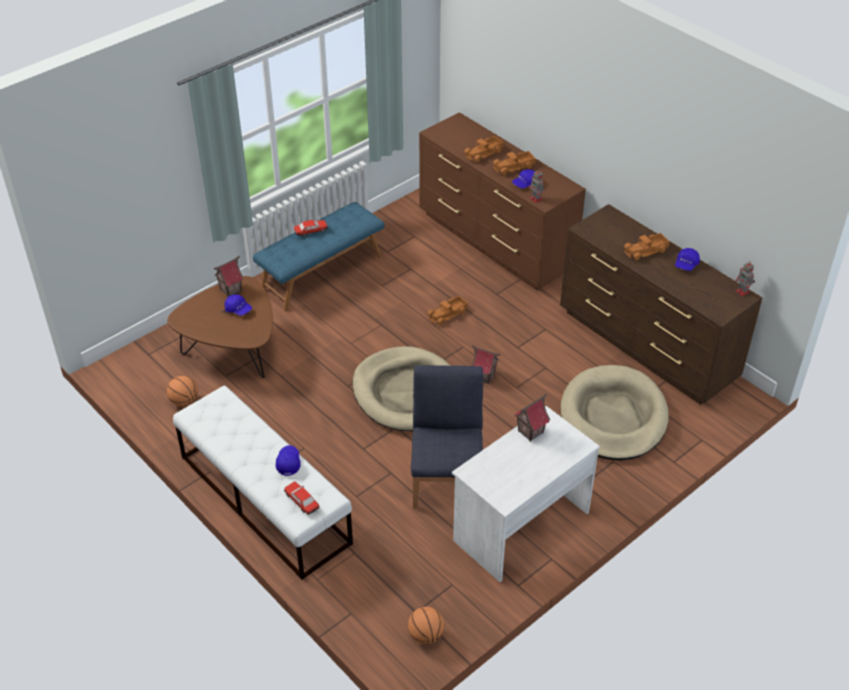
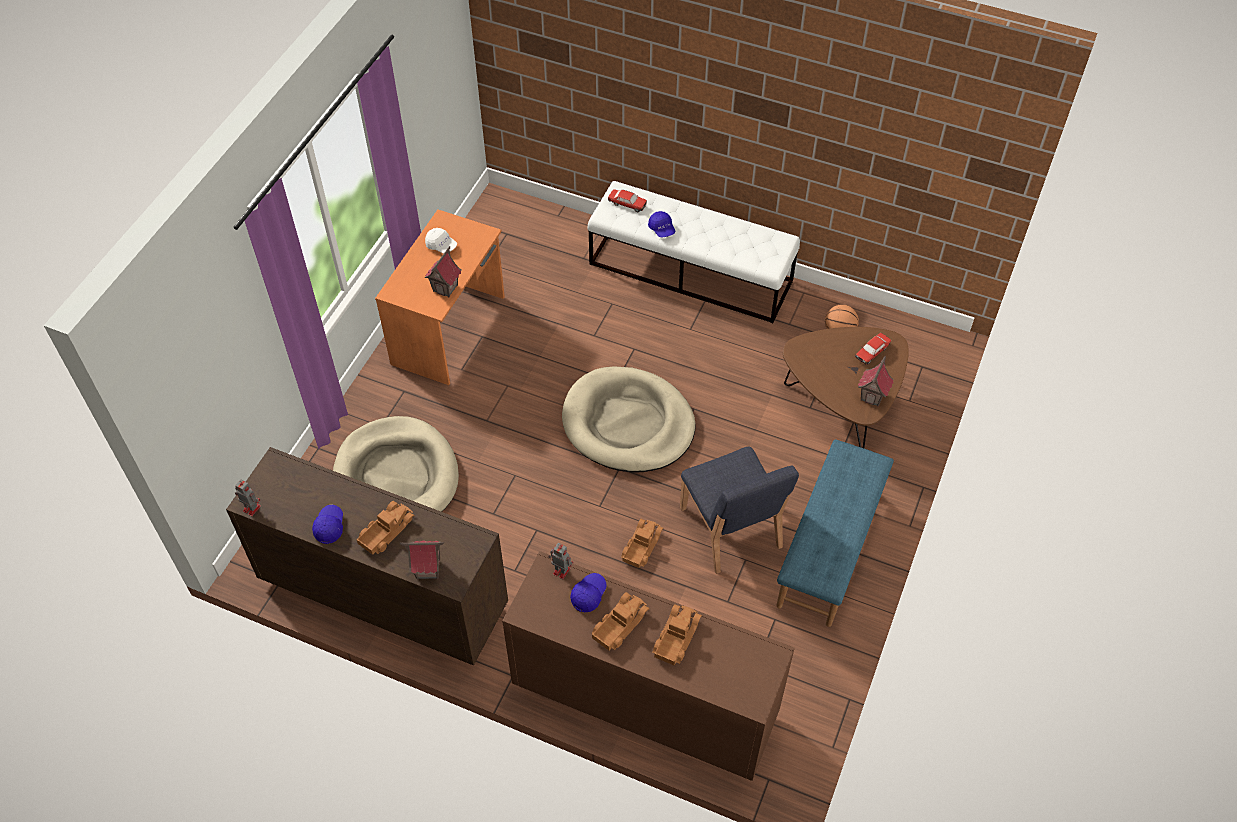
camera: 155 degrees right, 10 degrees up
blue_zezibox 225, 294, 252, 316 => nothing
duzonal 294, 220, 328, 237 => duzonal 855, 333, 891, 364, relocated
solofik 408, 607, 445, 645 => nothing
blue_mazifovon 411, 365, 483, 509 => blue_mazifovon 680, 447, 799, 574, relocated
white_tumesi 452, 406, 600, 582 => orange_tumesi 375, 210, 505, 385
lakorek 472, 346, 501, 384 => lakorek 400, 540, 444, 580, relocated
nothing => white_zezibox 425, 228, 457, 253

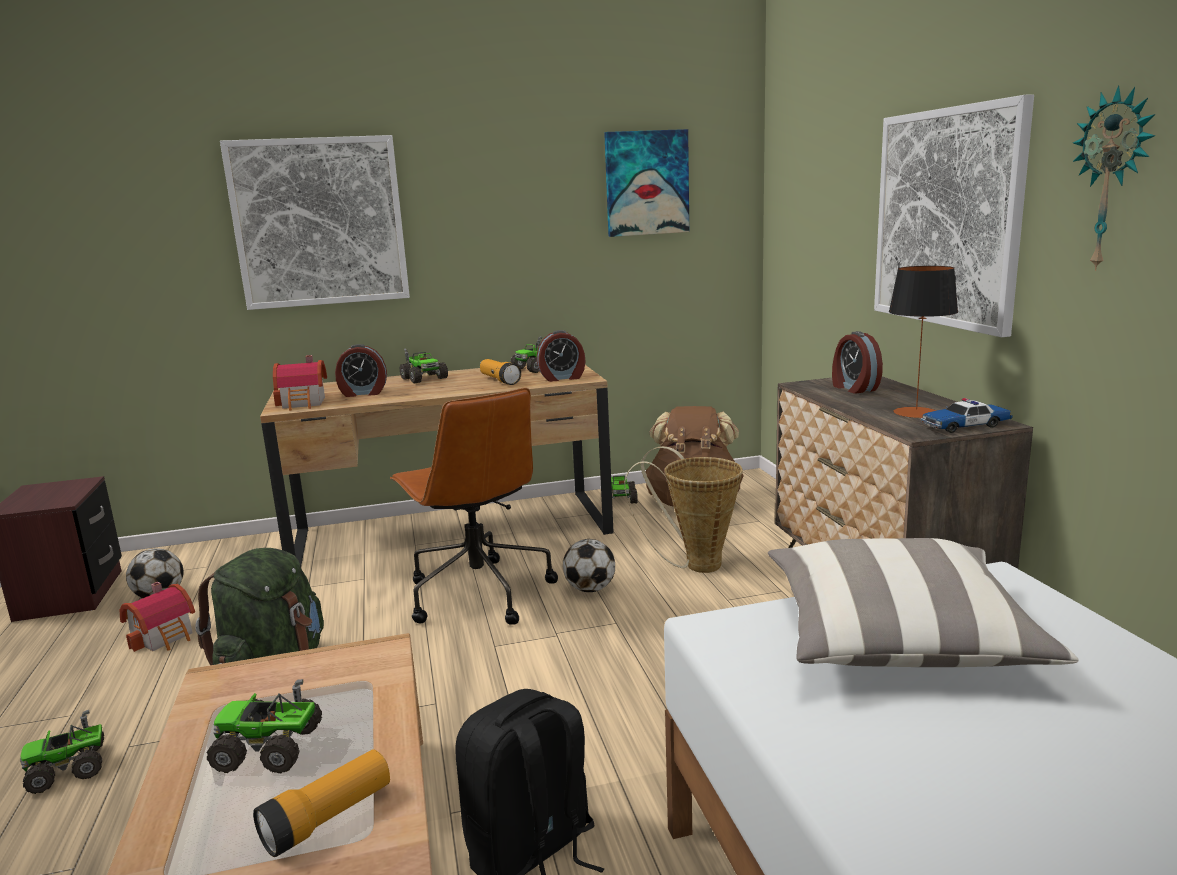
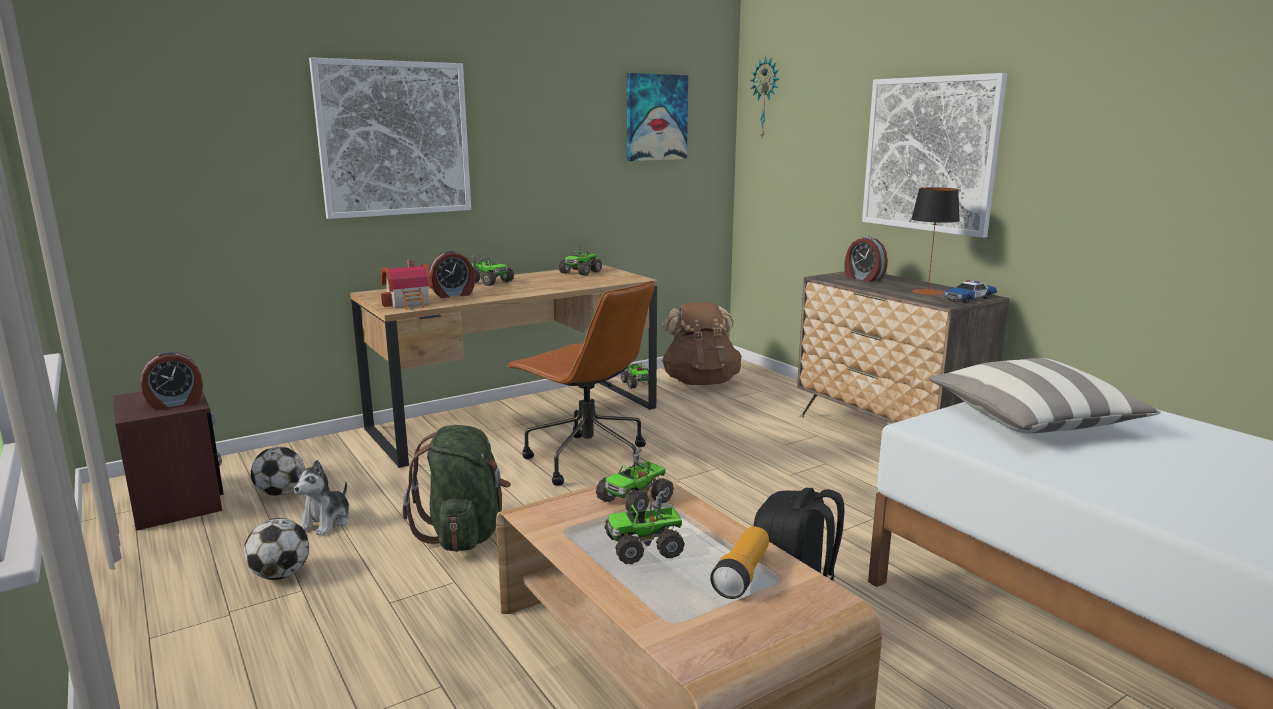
camera: 20 degrees left, 0 degrees up
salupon 20, 710, 104, 794 => salupon 596, 448, 674, 512, relocated
lakorek 120, 582, 195, 652 => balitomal 294, 460, 351, 536
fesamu 480, 359, 521, 385 => nothing
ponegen 537, 330, 586, 382 => ponegen 140, 351, 203, 411, relocated
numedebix 563, 539, 615, 592 => numedebix 244, 518, 309, 580, relocated
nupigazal 624, 446, 743, 573 => nothing
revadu 1073, 85, 1156, 271 => revadu 750, 56, 780, 137, relocated

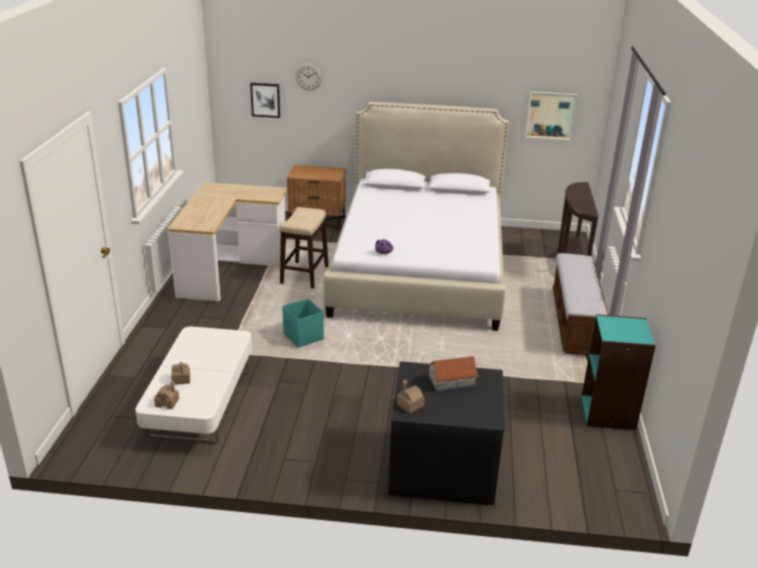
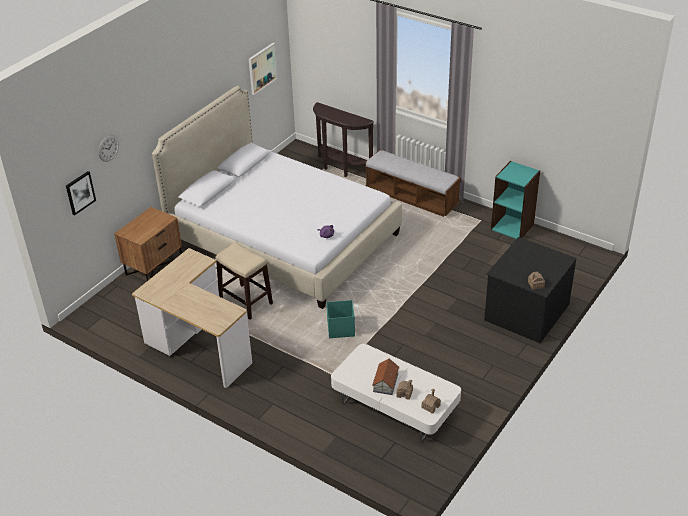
camera: 60 degrees left, 10 degrees up
lakorek 428, 356, 478, 392 => lakorek 372, 358, 399, 395, relocated

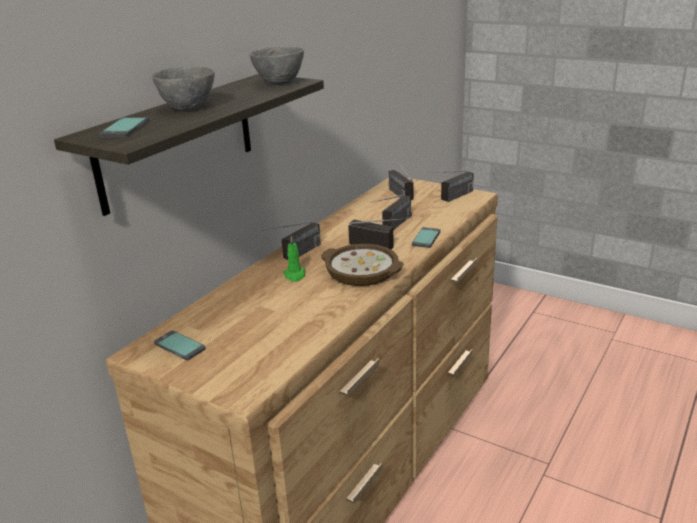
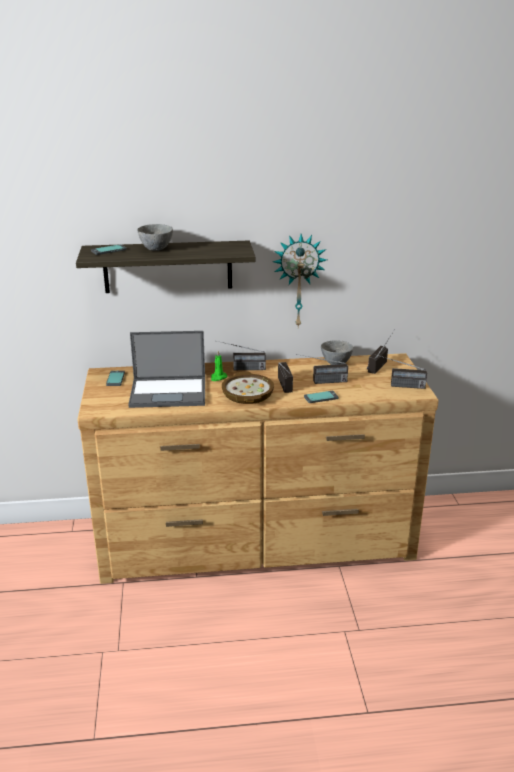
camera: 50 degrees right, 0 degrees up
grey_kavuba 249, 46, 304, 85 => grey_kavuba 321, 340, 353, 365, relocated
nothing => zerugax 128, 331, 205, 408
nothing => revadu 273, 234, 327, 327

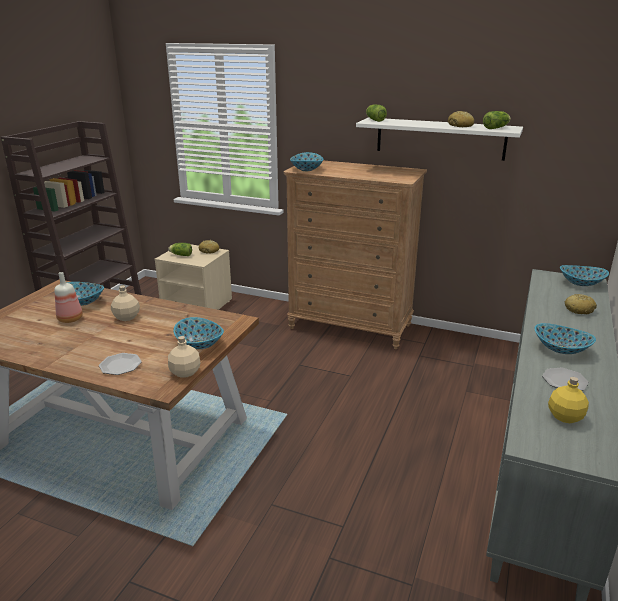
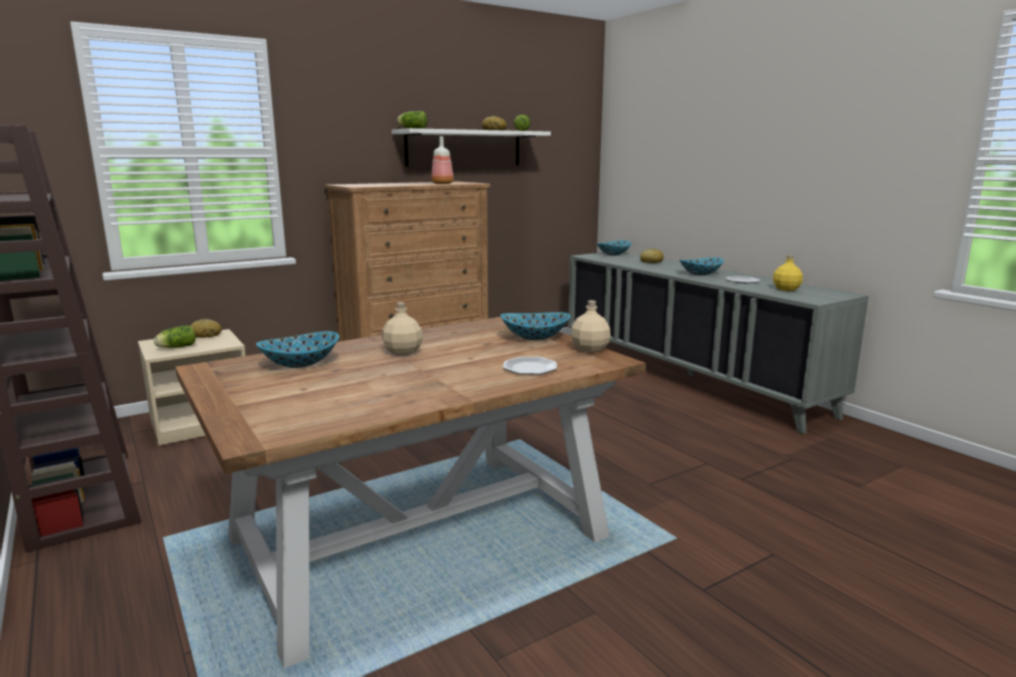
camera: 55 degrees left, 10 degrees down
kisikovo 54, 272, 83, 323 => kisikovo 431, 136, 454, 184, relocated
kavuba 290, 152, 324, 171 => nothing

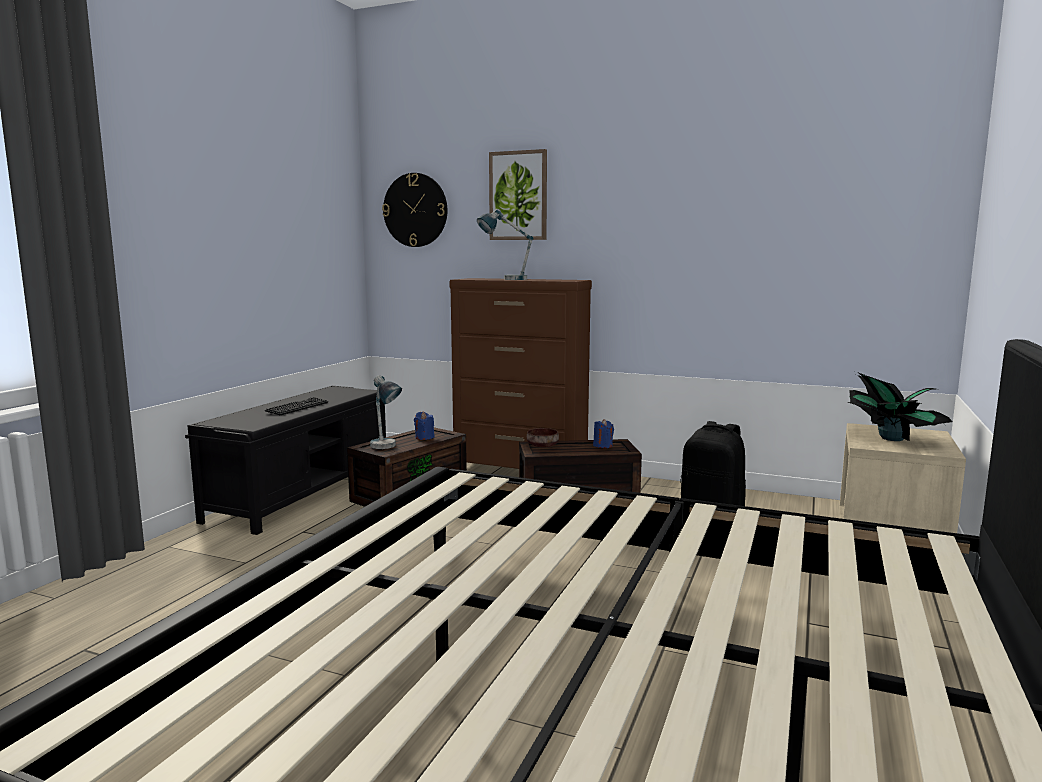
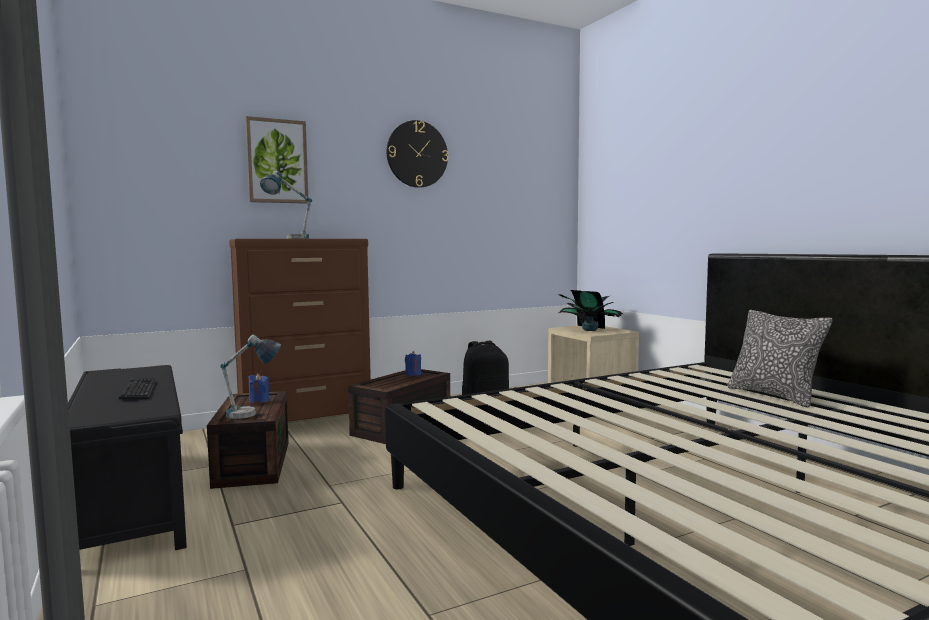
camera: 50 degrees left, 5 degrees down
revadu 382, 173, 447, 247 => revadu 387, 120, 448, 188, relocated
brown_kavuba 527, 428, 559, 447 => nothing
nothing => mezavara 727, 310, 832, 407

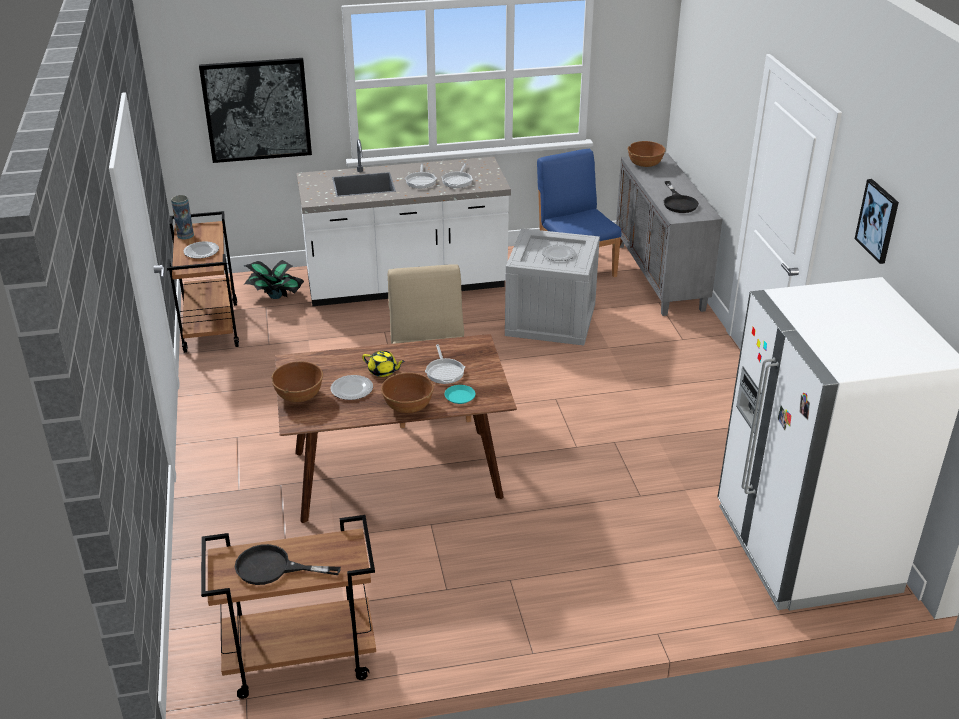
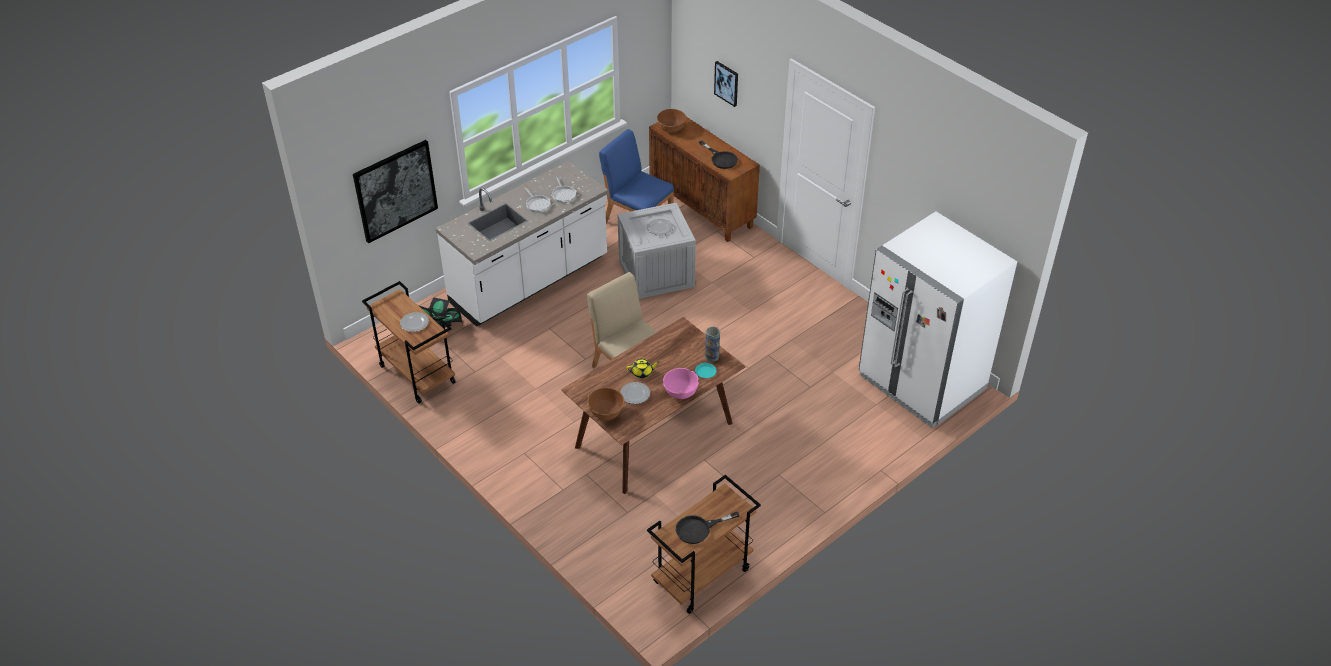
camera: 30 degrees left, 10 degrees up
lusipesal 171, 195, 194, 239 => lusipesal 705, 327, 720, 362, relocated
brown_kavuba 381, 373, 434, 413 => pink_kavuba 663, 368, 699, 399
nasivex 425, 344, 465, 384 => nothing
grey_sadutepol 616, 153, 722, 316 => brown_sadutepol 649, 117, 760, 242
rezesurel 855, 179, 899, 264 => rezesurel 714, 61, 738, 107, relocated

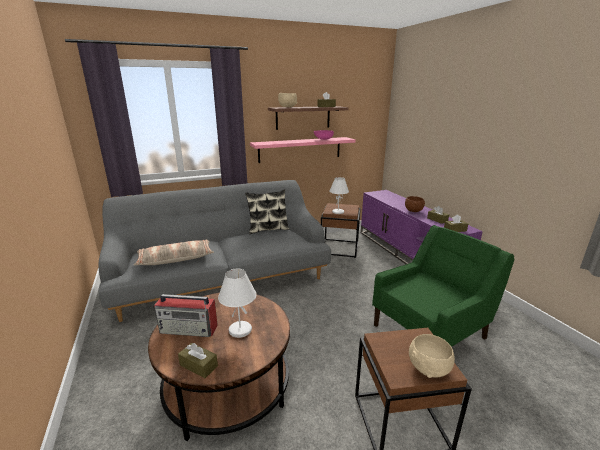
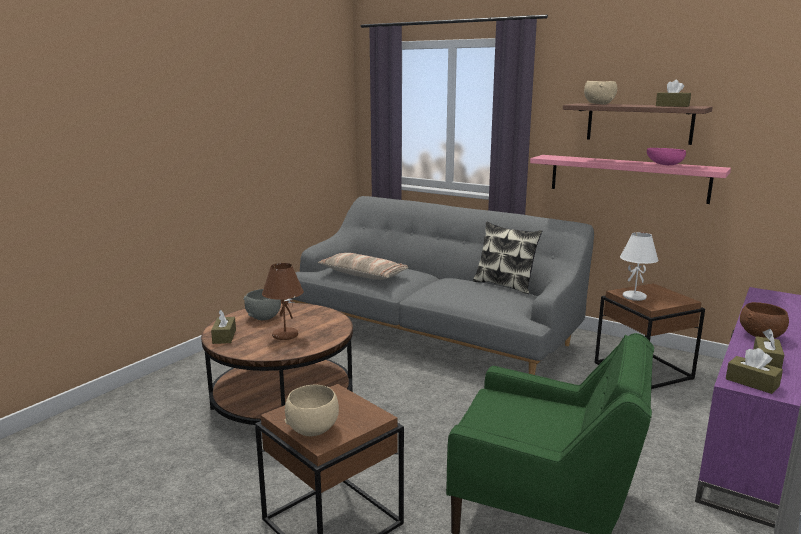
camera: 55 degrees right, 5 degrees down
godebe 154, 294, 218, 337 => grey_kavuba 244, 289, 281, 320
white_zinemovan 218, 269, 257, 338 => brown_zinemovan 262, 263, 304, 340

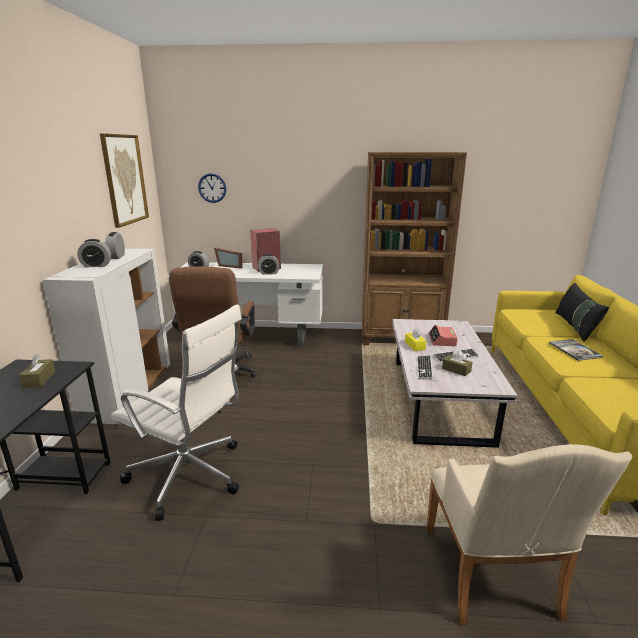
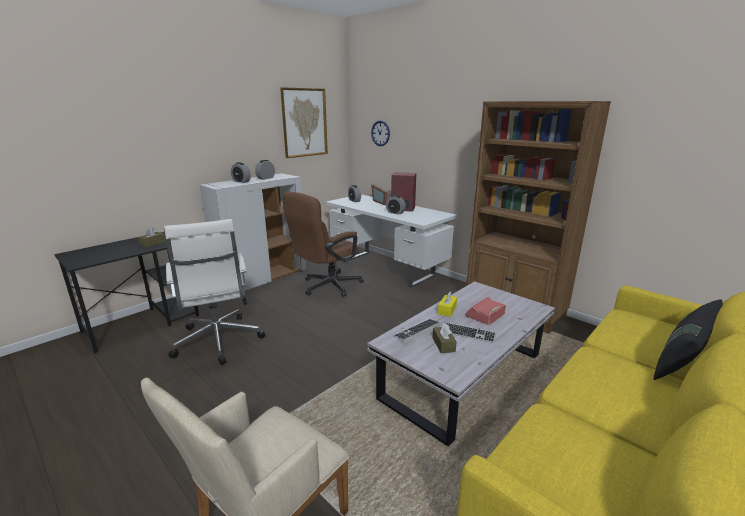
camera: 40 degrees right, 0 degrees up
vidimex 549, 339, 603, 361 => nothing

